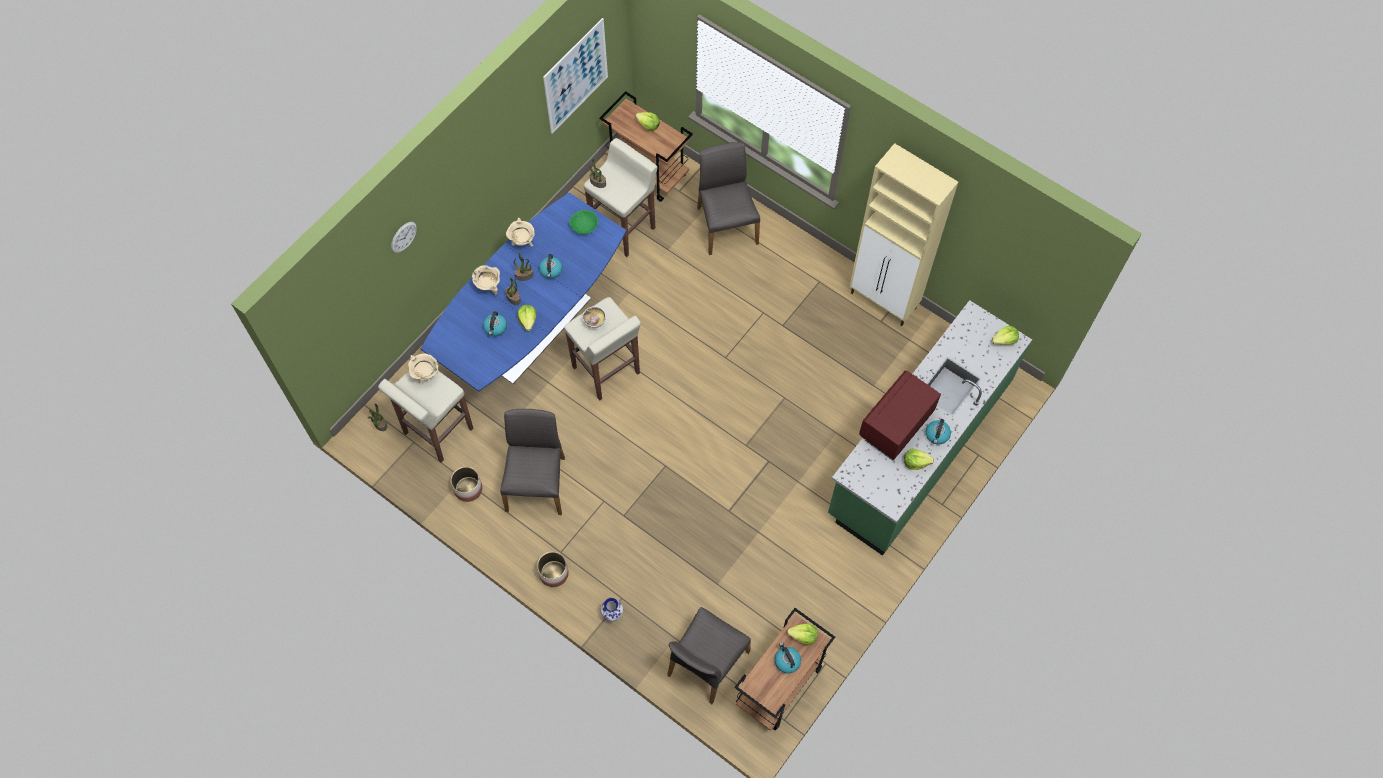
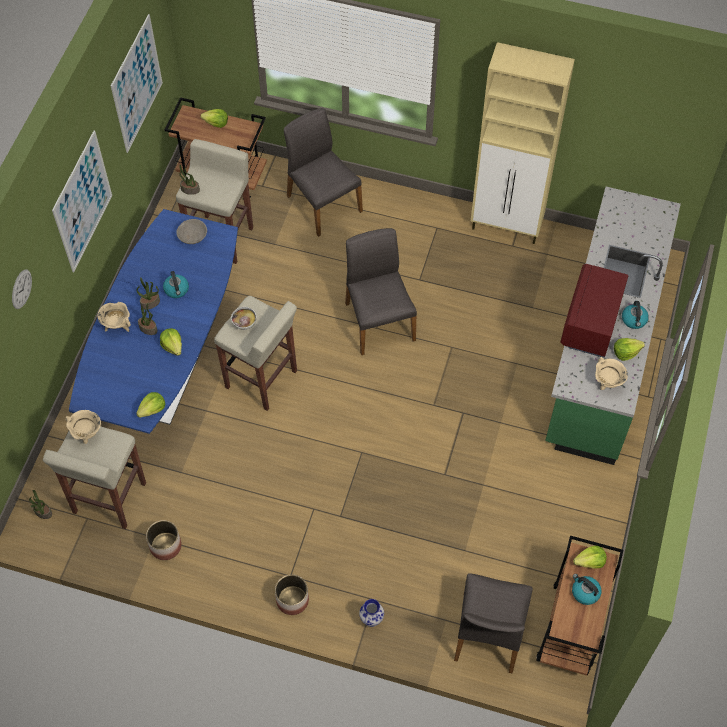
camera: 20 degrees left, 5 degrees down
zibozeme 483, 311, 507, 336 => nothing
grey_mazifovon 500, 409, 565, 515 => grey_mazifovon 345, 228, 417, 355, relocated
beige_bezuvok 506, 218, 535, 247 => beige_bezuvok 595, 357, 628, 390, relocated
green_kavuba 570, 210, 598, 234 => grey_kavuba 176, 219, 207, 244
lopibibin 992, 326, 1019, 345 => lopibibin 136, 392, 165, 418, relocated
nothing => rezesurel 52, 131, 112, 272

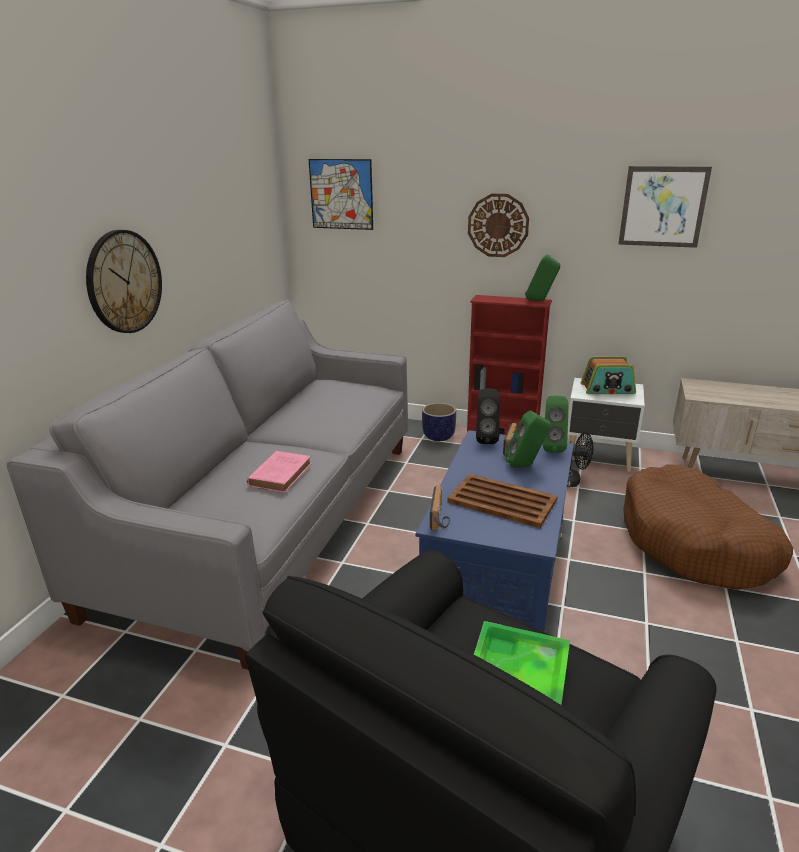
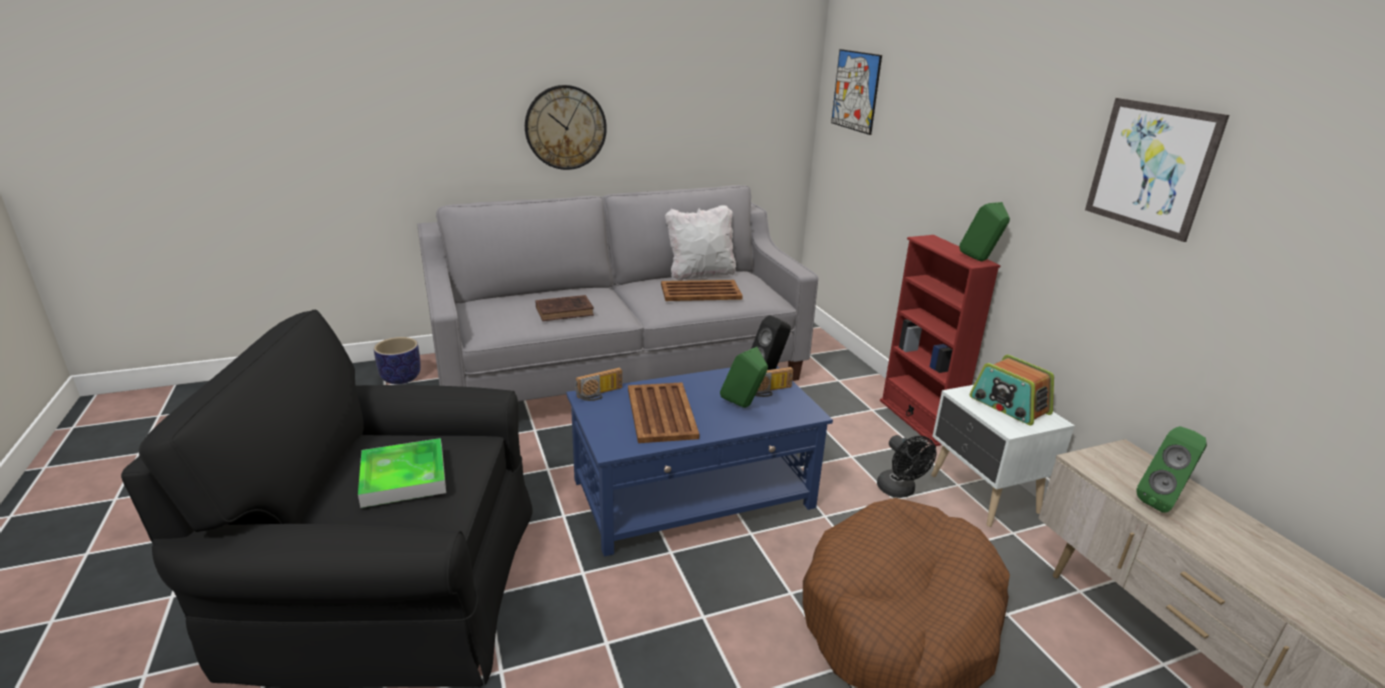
camera: 50 degrees right, 0 degrees up
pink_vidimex 247, 451, 311, 493 => brown_vidimex 536, 295, 594, 321
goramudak 422, 403, 456, 441 => goramudak 374, 337, 421, 384, relocated
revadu 468, 194, 529, 257 => nothing
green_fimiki 543, 396, 569, 453 => green_fimiki 1136, 426, 1207, 512, relocated
nothing => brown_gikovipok 661, 280, 743, 301
nothing => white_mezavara 665, 205, 736, 281

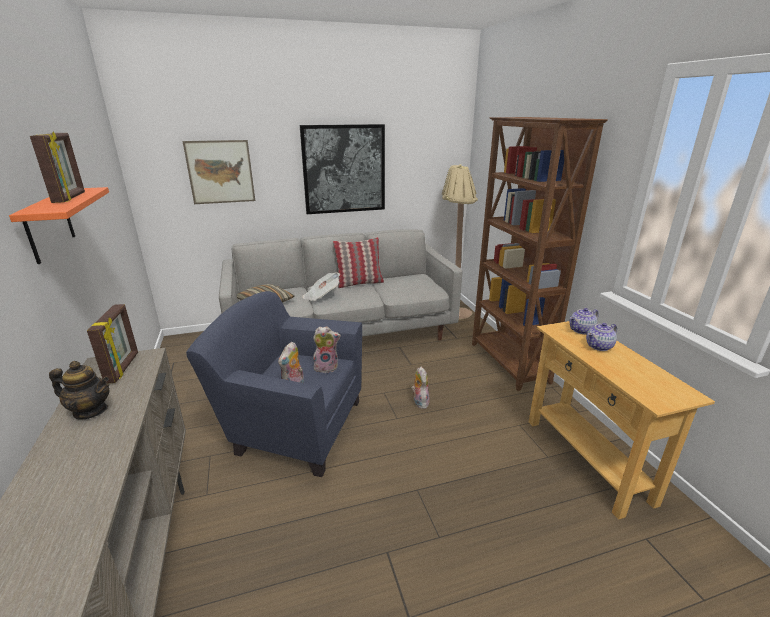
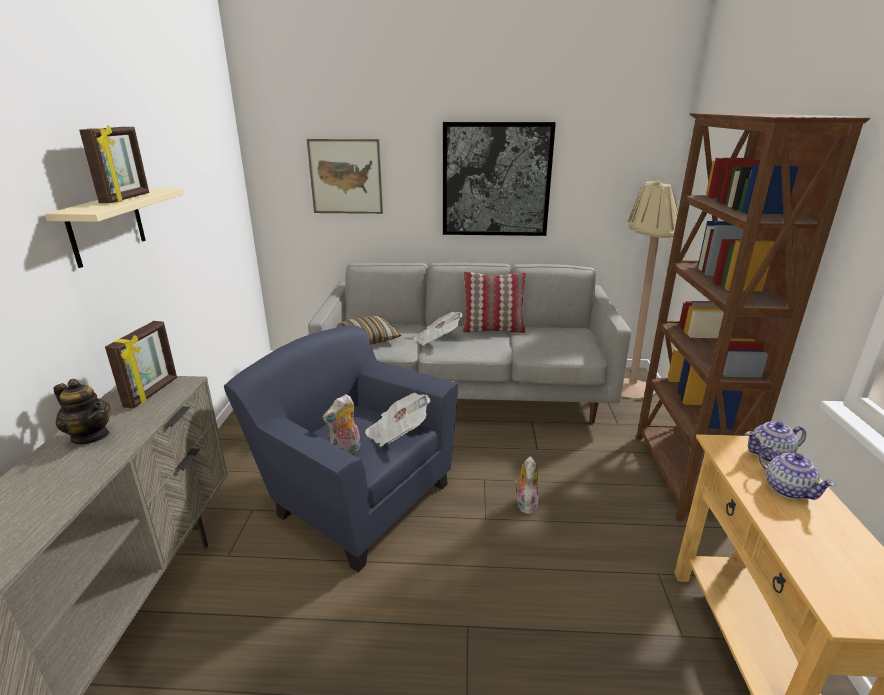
camera: 20 degrees right, 0 degrees up
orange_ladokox 9, 187, 109, 264 => beige_ladokox 45, 188, 184, 268
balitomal 313, 327, 341, 373 => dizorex 365, 393, 431, 447
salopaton 586, 323, 617, 351 => salopaton 758, 446, 836, 500, 105 degrees counterclockwise

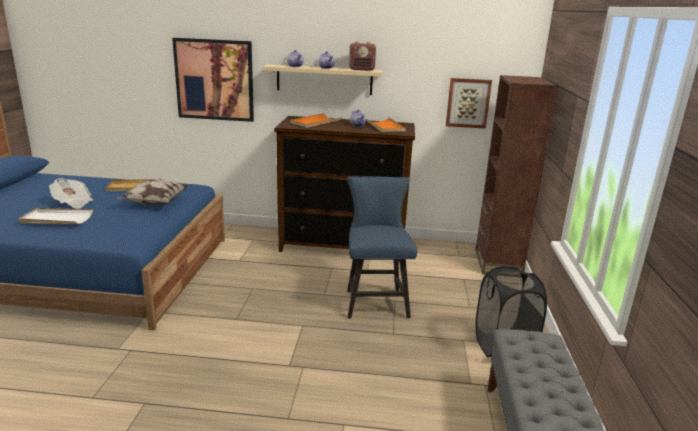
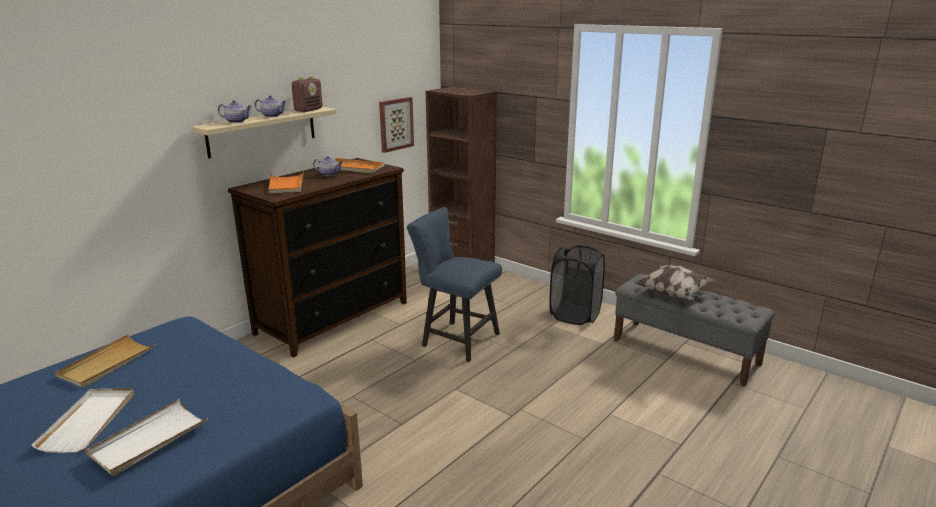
camera: 55 degrees left, 0 degrees up
dizorex 49, 178, 93, 209 => white_gikovipok 31, 389, 134, 453
mezavara 116, 178, 189, 205 => mezavara 635, 264, 714, 300, relocated
rezesurel 172, 38, 254, 122 => nothing

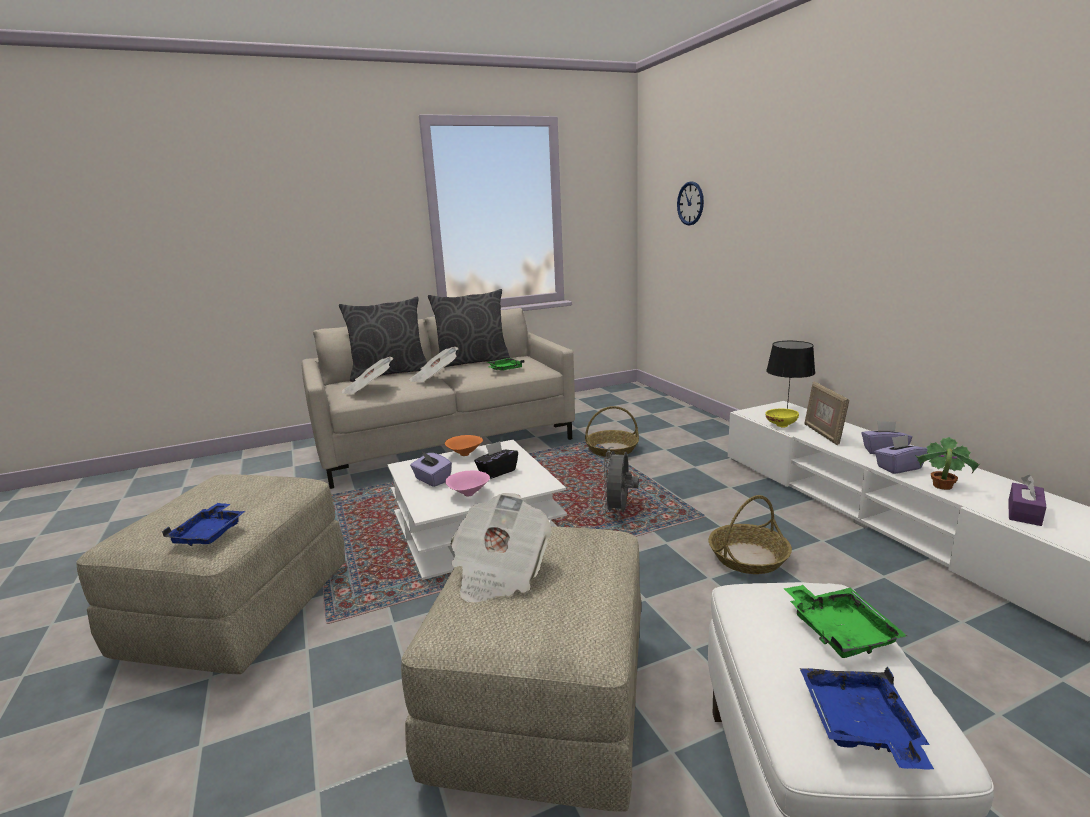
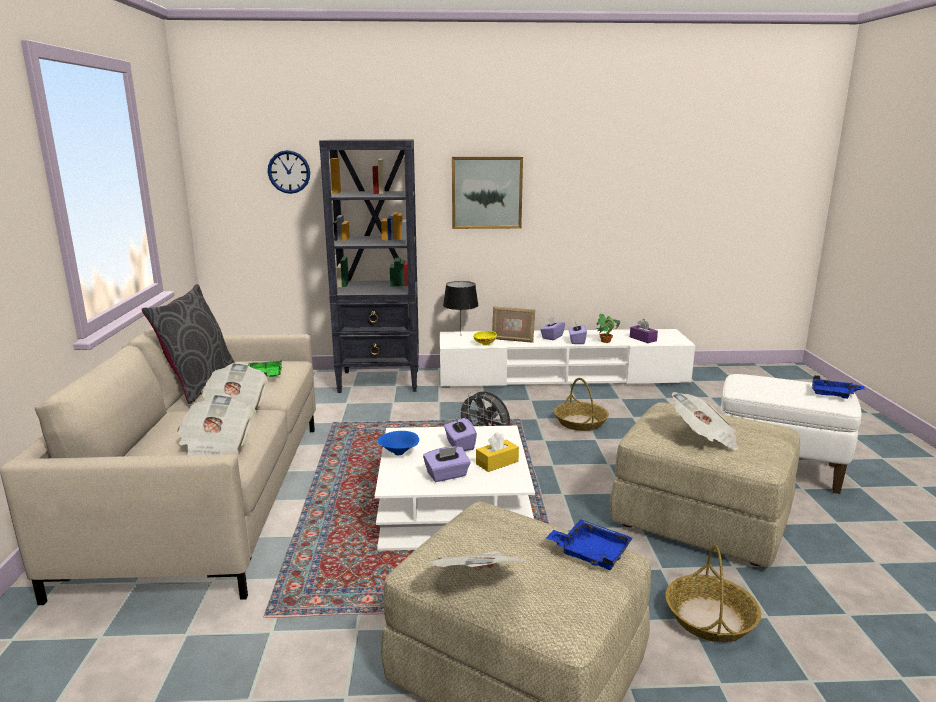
camera: 70 degrees left, 0 degrees up
grey_mezavara 339, 297, 427, 382 => nothing
orange_kavuba 445, 435, 483, 456 => blue_kavuba 378, 431, 419, 455
pink_kavuba 445, 470, 490, 496 => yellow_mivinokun 476, 432, 519, 472
black_mivinokun 474, 441, 518, 479 => purple_mivinokun 444, 417, 477, 451
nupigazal 585, 406, 639, 457 => nupigazal 665, 545, 761, 642, relocated
green_gikovipok 784, 585, 907, 658 => nothing
nothing => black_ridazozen 319, 139, 419, 393
nothing => dizorex 428, 551, 526, 570
nothing => rezesurel 452, 157, 523, 229

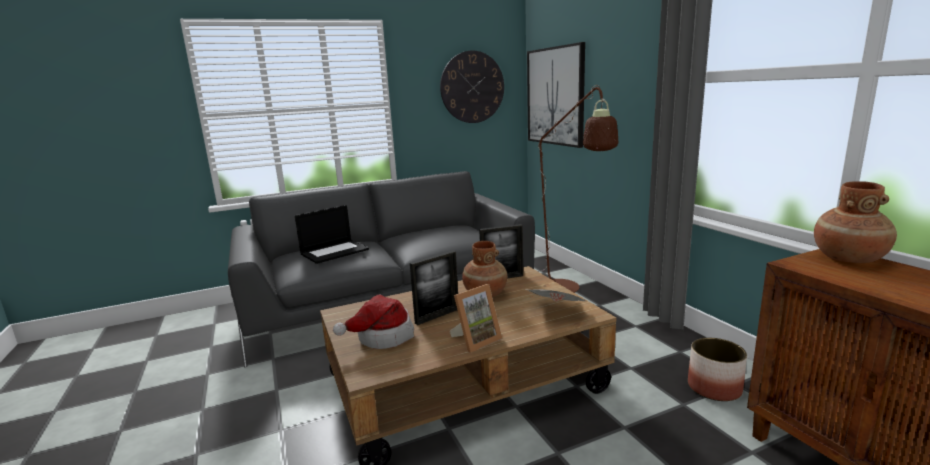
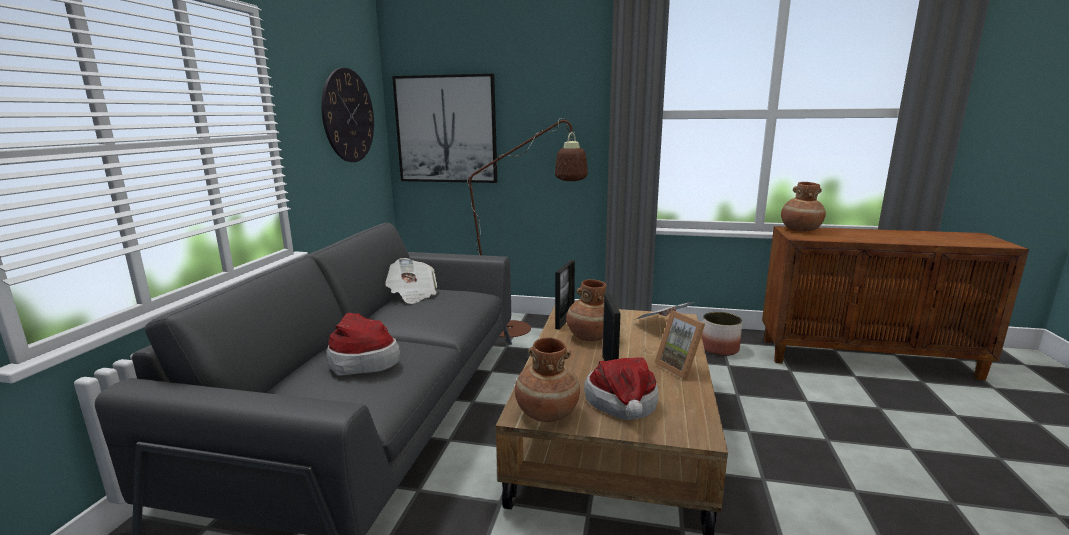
camera: 55 degrees left, 0 degrees up
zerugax 295, 205, 369, 264 => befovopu 327, 313, 400, 376
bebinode 450, 284, 503, 353 => bebinode 654, 310, 705, 380, 150 degrees clockwise
nothing => dizorex 385, 258, 437, 304
nothing => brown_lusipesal 515, 337, 580, 422

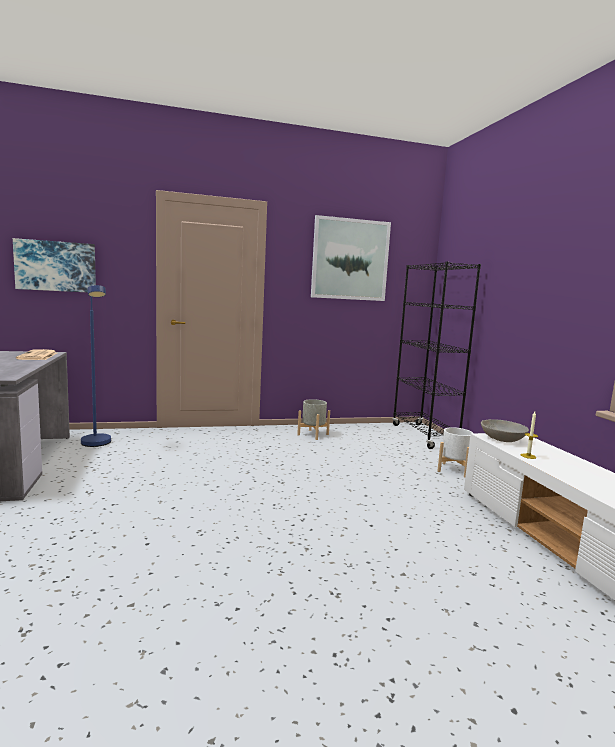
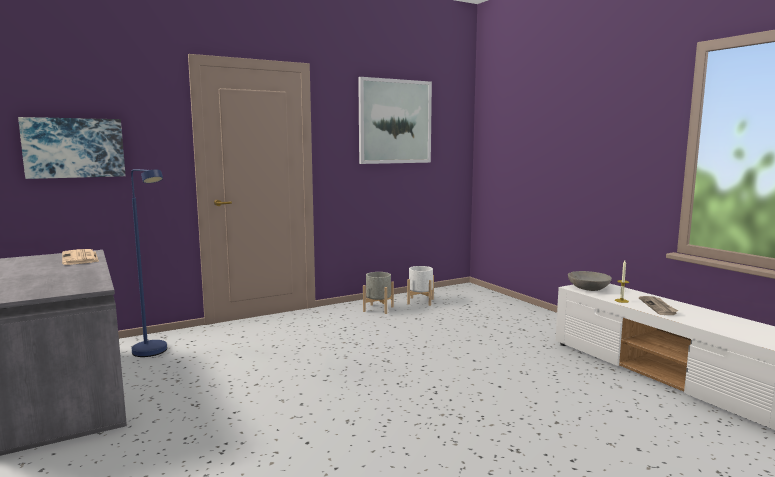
camera: 15 degrees left, 0 degrees up
black_ridazozen 392, 261, 481, 449 => nothing
white_goramudak 437, 427, 474, 477 => white_goramudak 407, 266, 434, 306, relocated
nothing => dizorex 639, 296, 678, 315

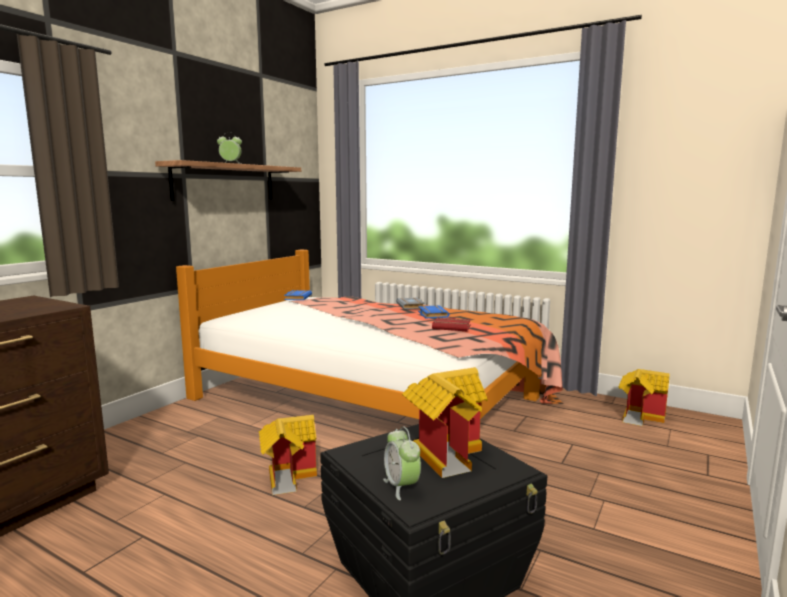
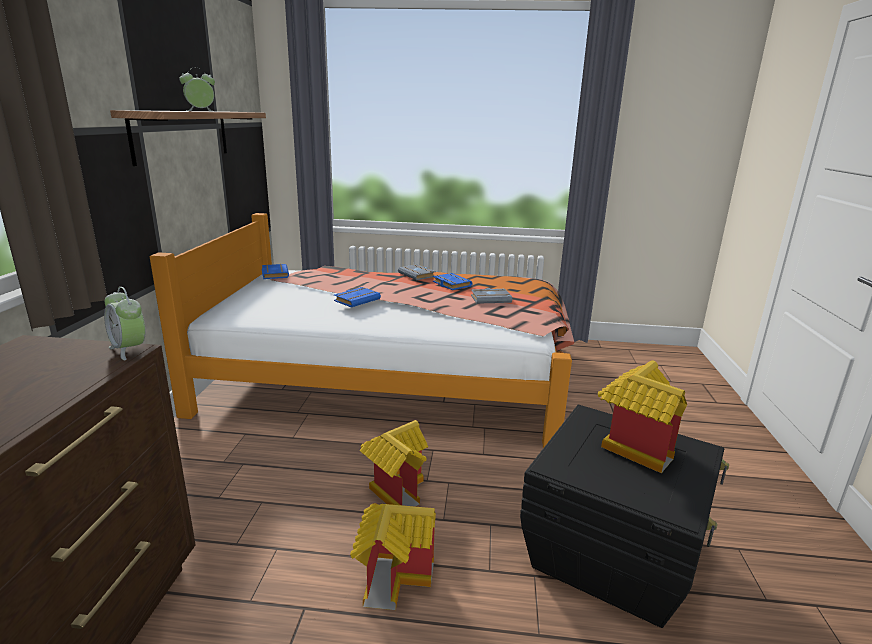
camera: 25 degrees left, 10 degrees up
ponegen 383, 426, 421, 500 => ponegen 104, 287, 145, 360, relocated
red_vidimex 432, 317, 471, 331 => grey_vidimex 471, 288, 512, 304
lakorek 618, 369, 670, 426 => lakorek 350, 503, 436, 610, relocated
nothing => blue_vidimex 334, 287, 381, 307

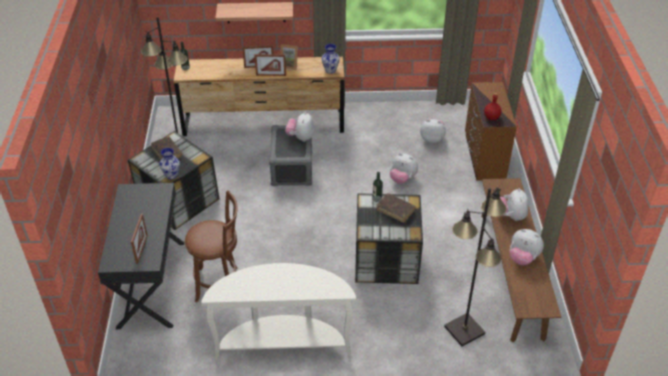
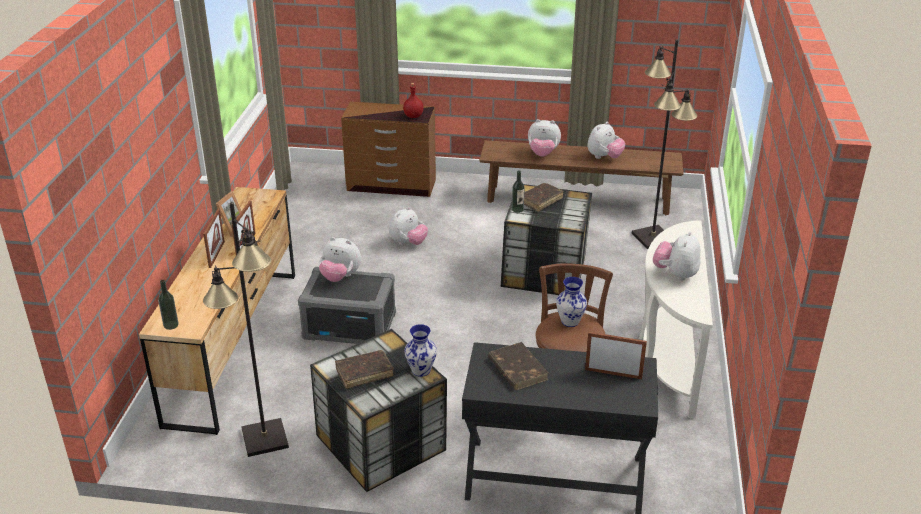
camera: 80 degrees left, 10 degrees down
ladokox 215, 2, 293, 23 => nothing
lusipesal 322, 44, 340, 74 => lusipesal 556, 277, 587, 327, relocated
balitomal 420, 119, 446, 143 => balitomal 653, 232, 701, 281, relocated
nothing => brown_vidimex 488, 342, 548, 390

